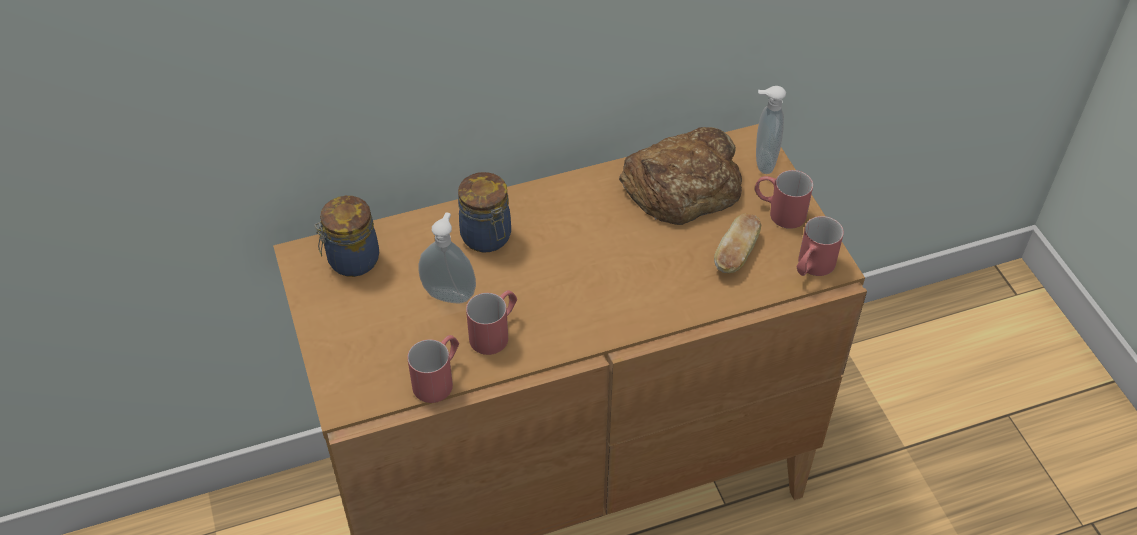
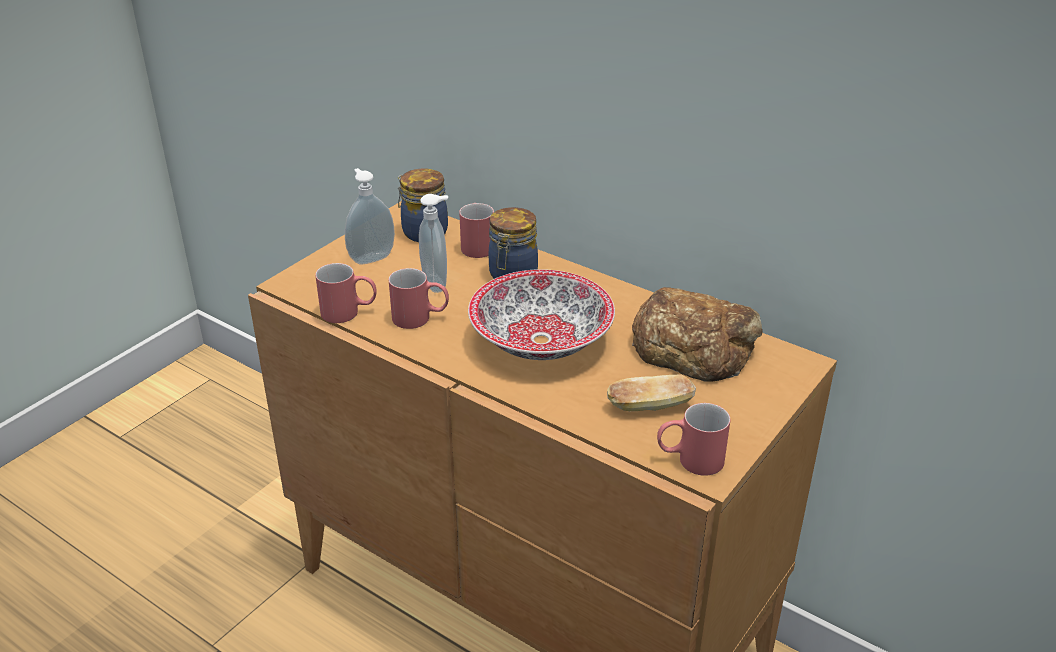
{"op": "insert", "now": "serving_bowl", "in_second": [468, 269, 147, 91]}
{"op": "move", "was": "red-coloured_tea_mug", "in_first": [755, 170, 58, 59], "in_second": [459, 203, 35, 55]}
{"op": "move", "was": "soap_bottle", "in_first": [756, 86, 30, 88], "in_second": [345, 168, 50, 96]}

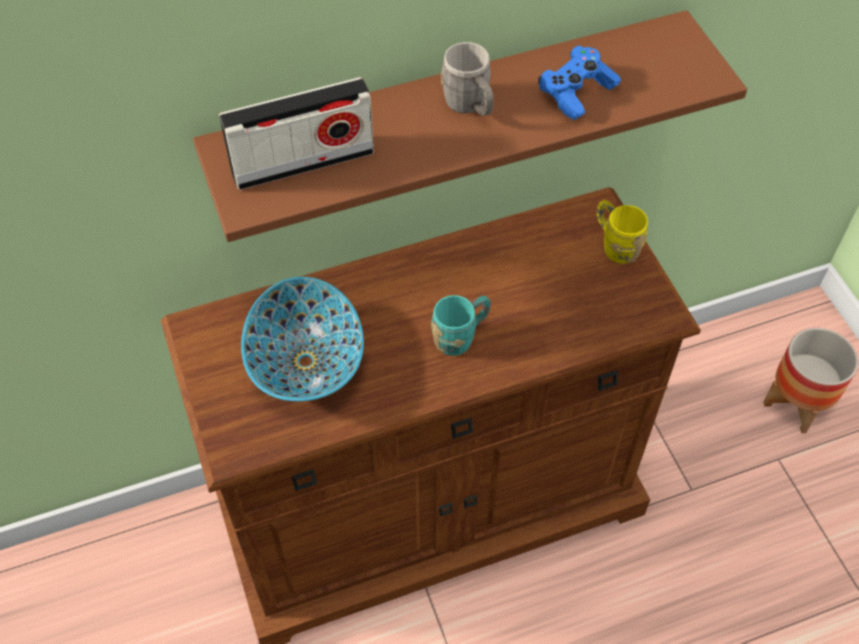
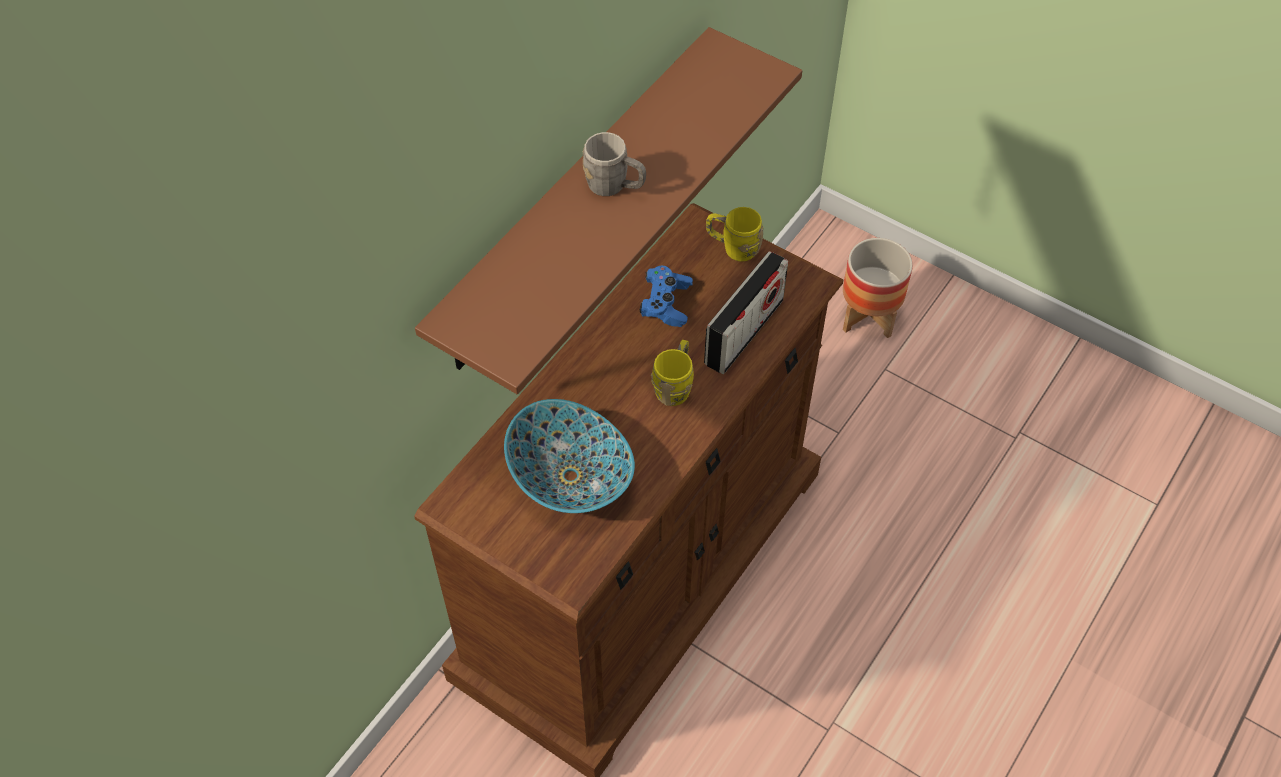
{"op": "move", "was": "radio_set", "in_first": [219, 77, 155, 113], "in_second": [704, 251, 84, 123]}
{"op": "move", "was": "blue-coloured_joypad", "in_first": [538, 46, 83, 74], "in_second": [639, 266, 54, 61]}
{"op": "recolor", "was": "blue-green_tea_mug", "now": "yellowish_tea_mug", "in_first": [431, 295, 60, 61], "in_second": [651, 340, 43, 66]}

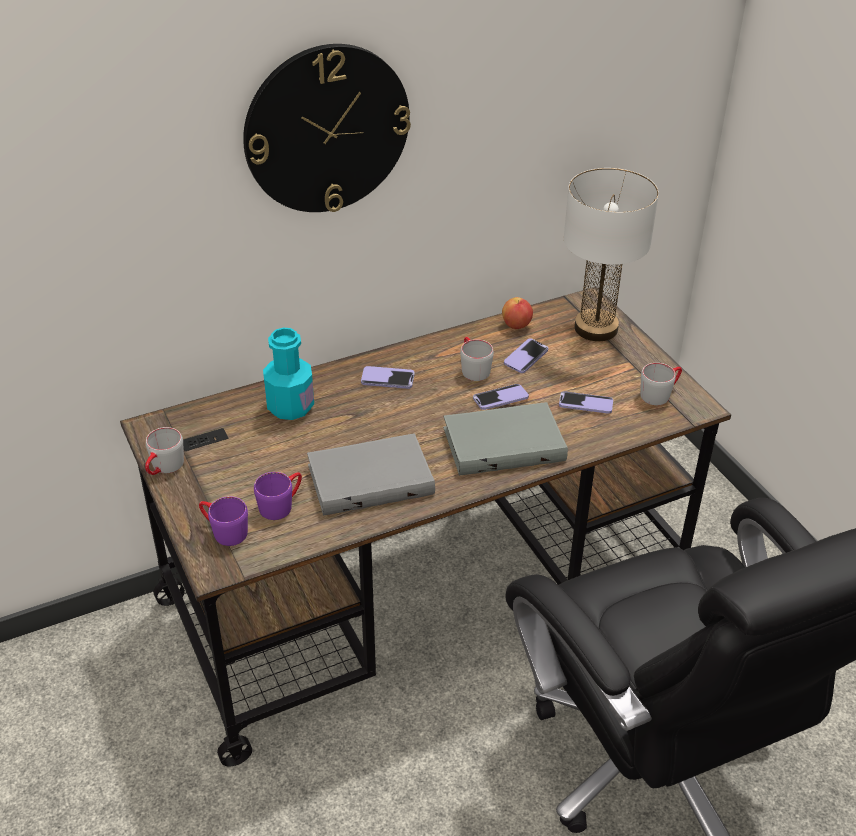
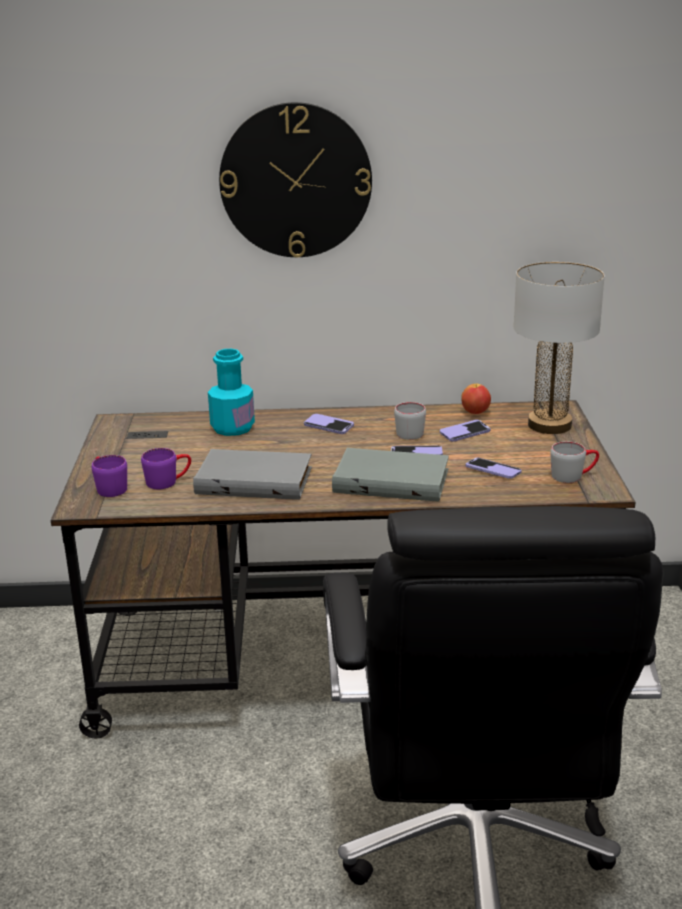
{"op": "delete", "was": "gray_tea_mug", "in_first": [145, 427, 39, 48]}

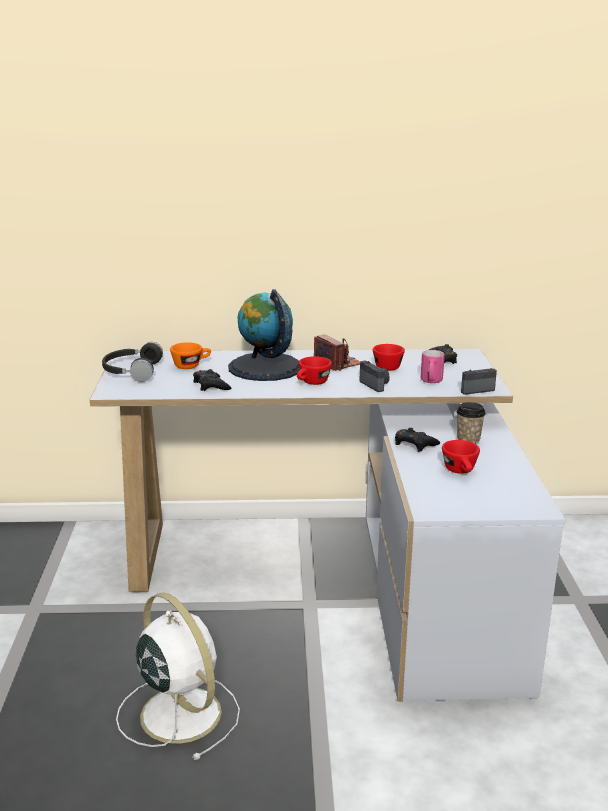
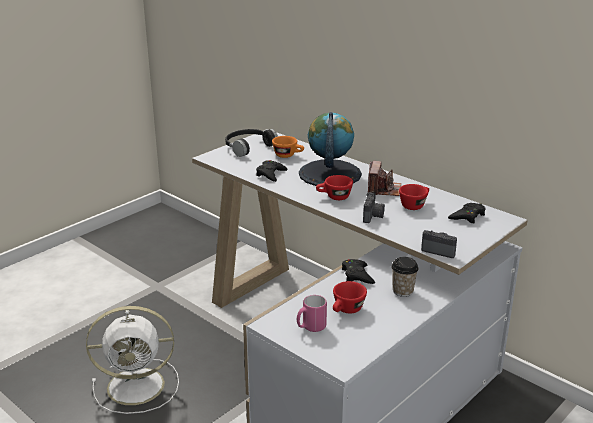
{"op": "move", "was": "pink-coloured_tea_mug", "in_first": [421, 350, 24, 33], "in_second": [297, 295, 30, 37]}
{"op": "rotate", "was": "whitish_fan", "in_first": [116, 593, 124, 167], "in_second": [86, 306, 93, 108], "clockwise": 75}

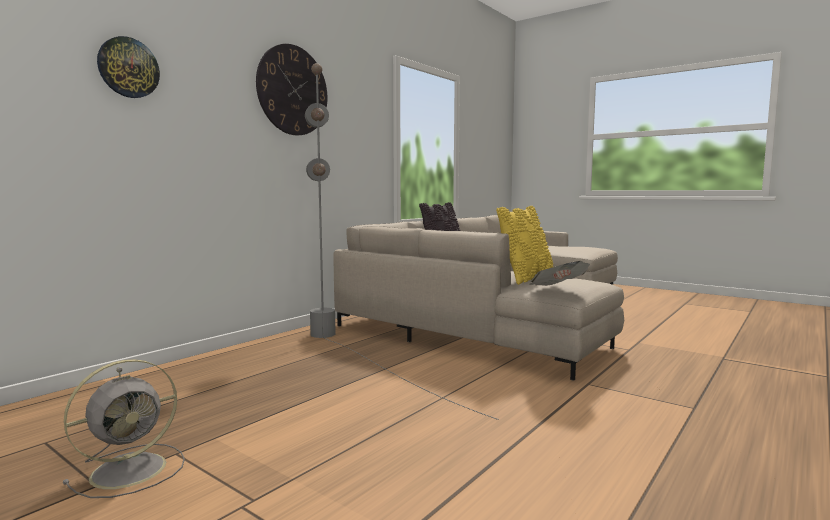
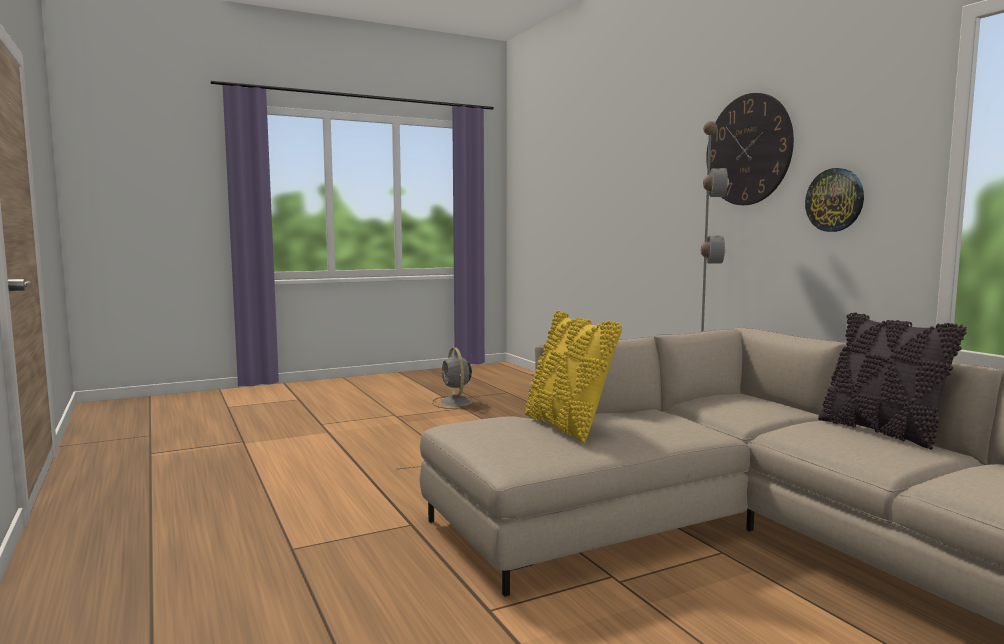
{"op": "delete", "was": "daily_paper", "in_first": [530, 261, 60, 25]}
{"op": "move", "was": "clock_on_the_wall", "in_first": [97, 36, 63, 62], "in_second": [805, 168, 59, 64]}

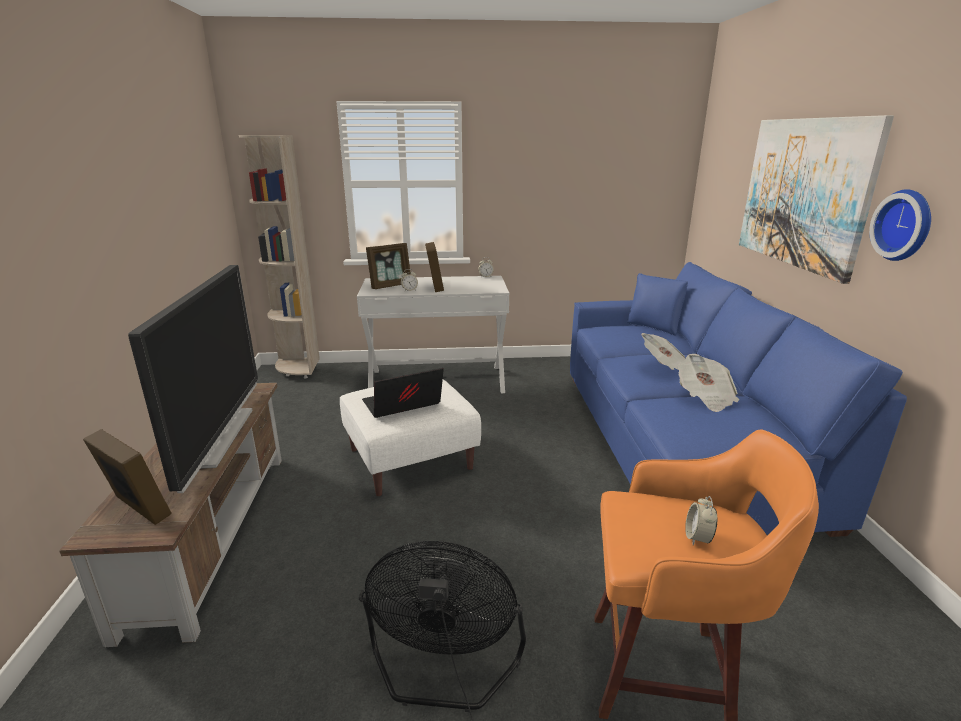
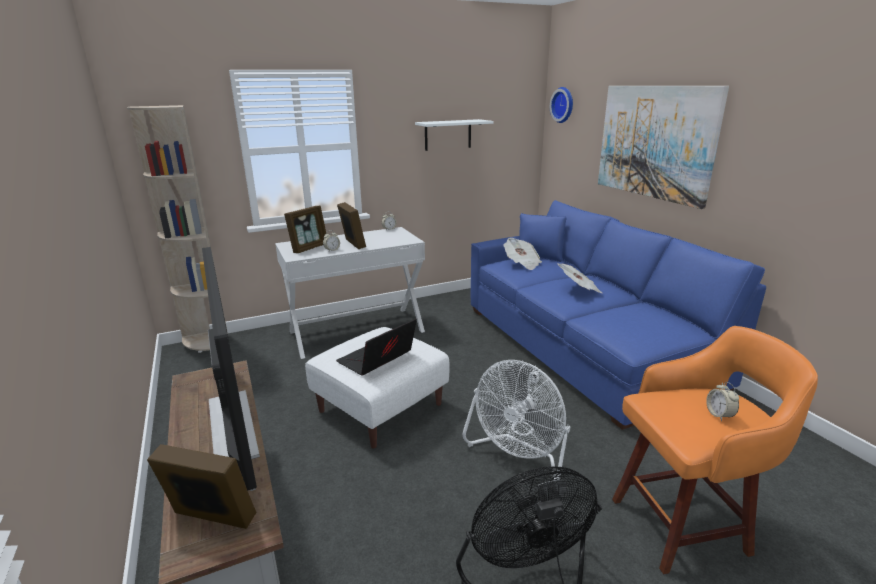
{"op": "insert", "now": "whitish_bracket_shelf", "in_second": [415, 119, 79, 32]}
{"op": "insert", "now": "whitish_fan", "in_second": [463, 360, 108, 120]}
{"op": "move", "was": "daily_paper", "in_first": [678, 354, 61, 58], "in_second": [503, 238, 39, 32]}
{"op": "move", "was": "clock_on_the_wall", "in_first": [869, 189, 62, 72], "in_second": [550, 87, 23, 36]}

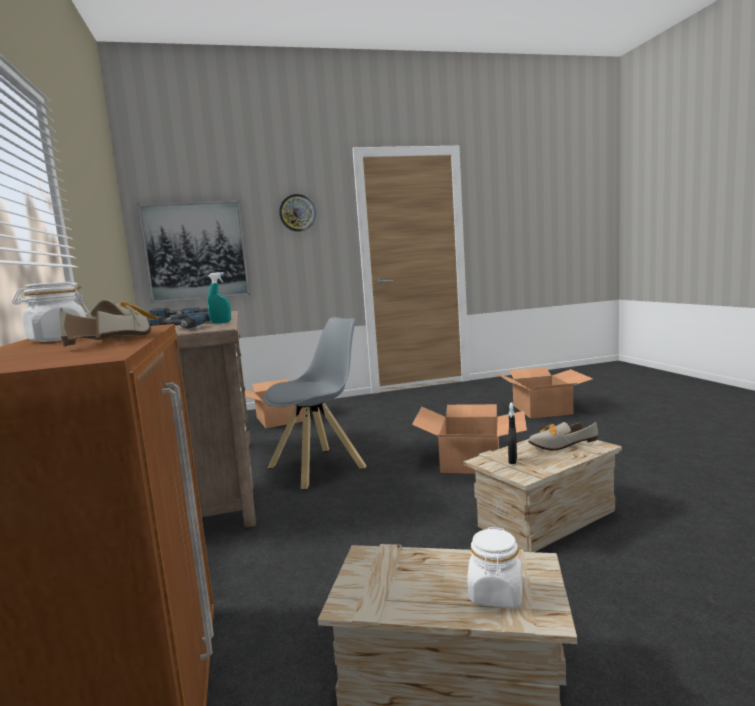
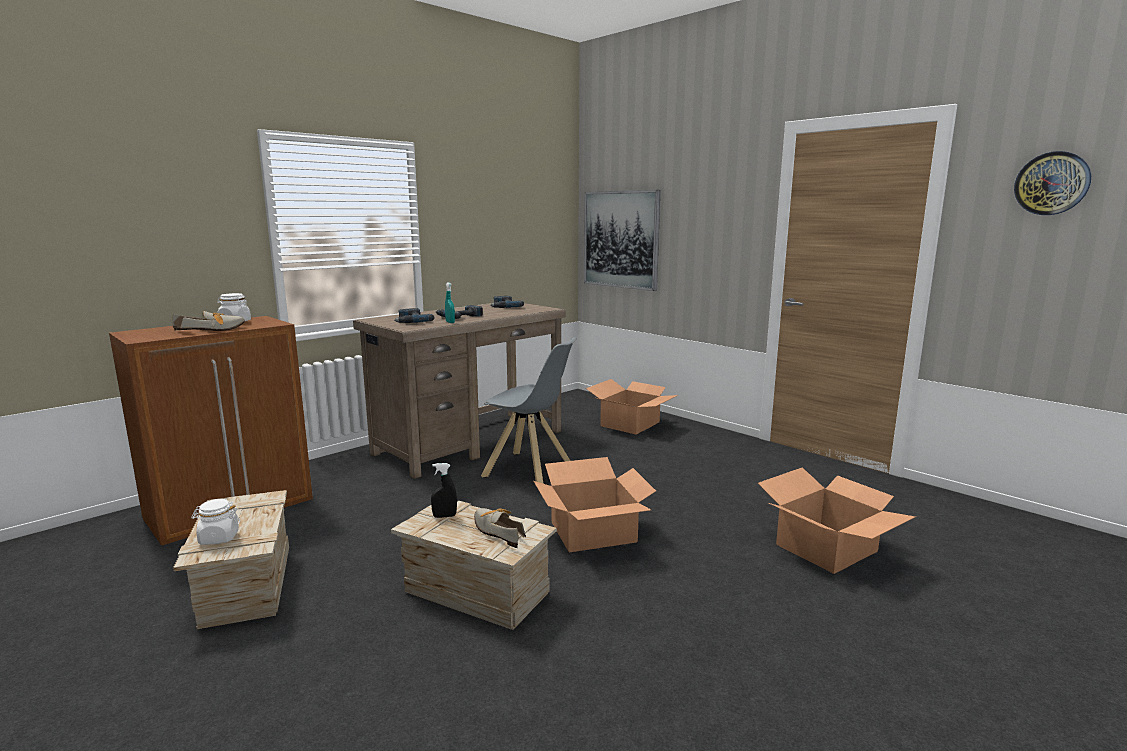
{"op": "move", "was": "clock_on_the_wall", "in_first": [279, 194, 37, 38], "in_second": [1014, 151, 77, 64]}

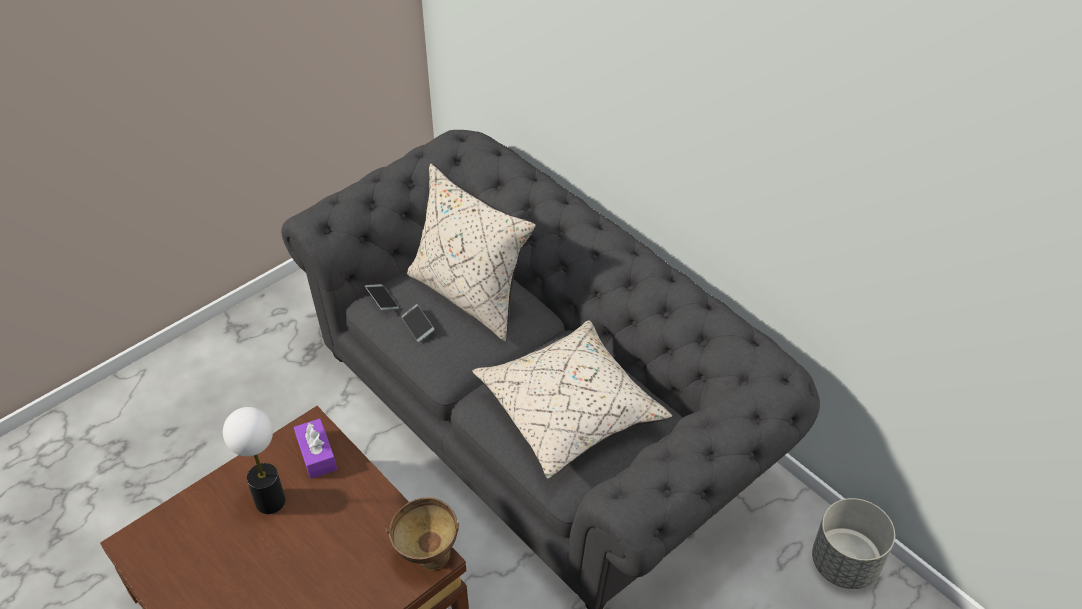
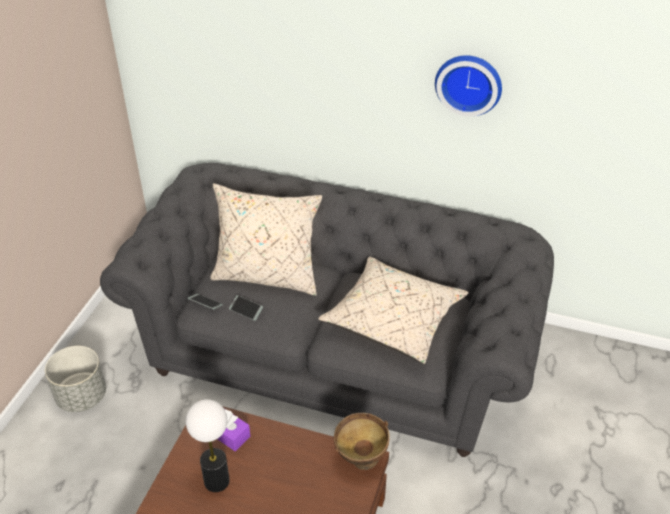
{"op": "insert", "now": "clock_on_the_wall", "in_second": [435, 55, 67, 62]}
{"op": "move", "was": "gray_plant_pot", "in_first": [812, 498, 83, 91], "in_second": [45, 346, 61, 66]}

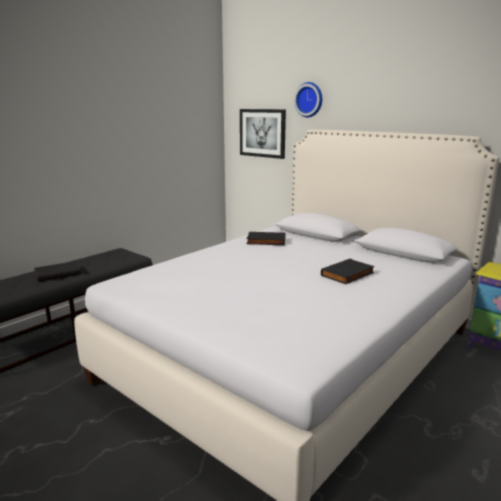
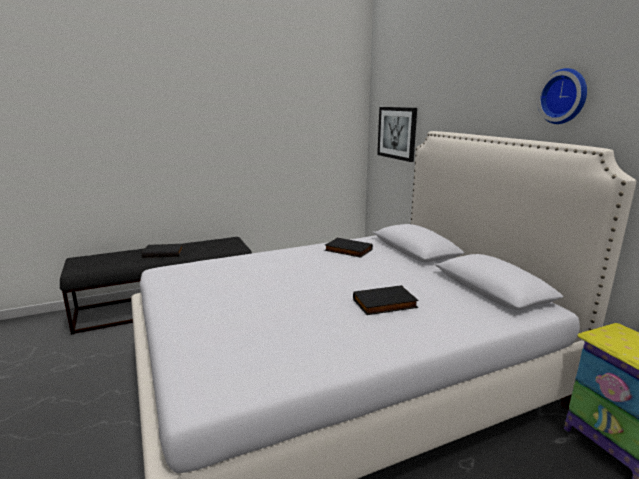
{"op": "move", "was": "clock_on_the_wall", "in_first": [294, 82, 28, 35], "in_second": [537, 68, 50, 56]}

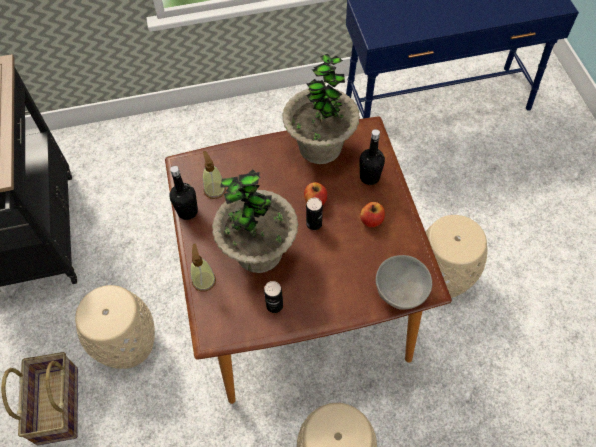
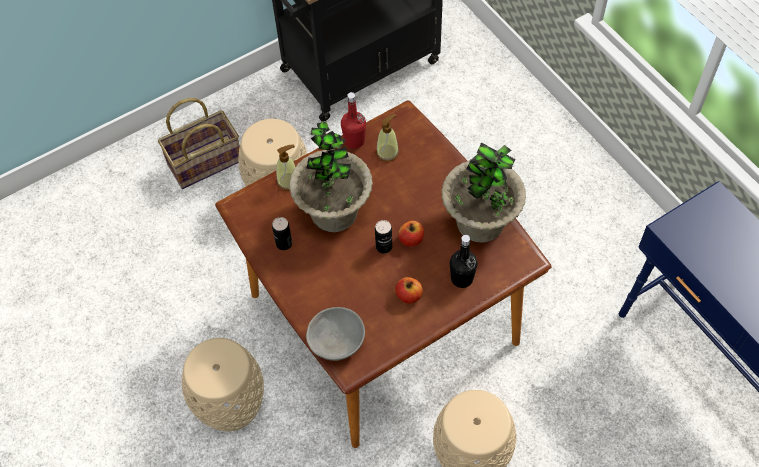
{"op": "recolor", "was": "blackish_bottle", "now": "red-coloured_bottle", "in_first": [169, 166, 29, 54], "in_second": [341, 92, 25, 57]}

